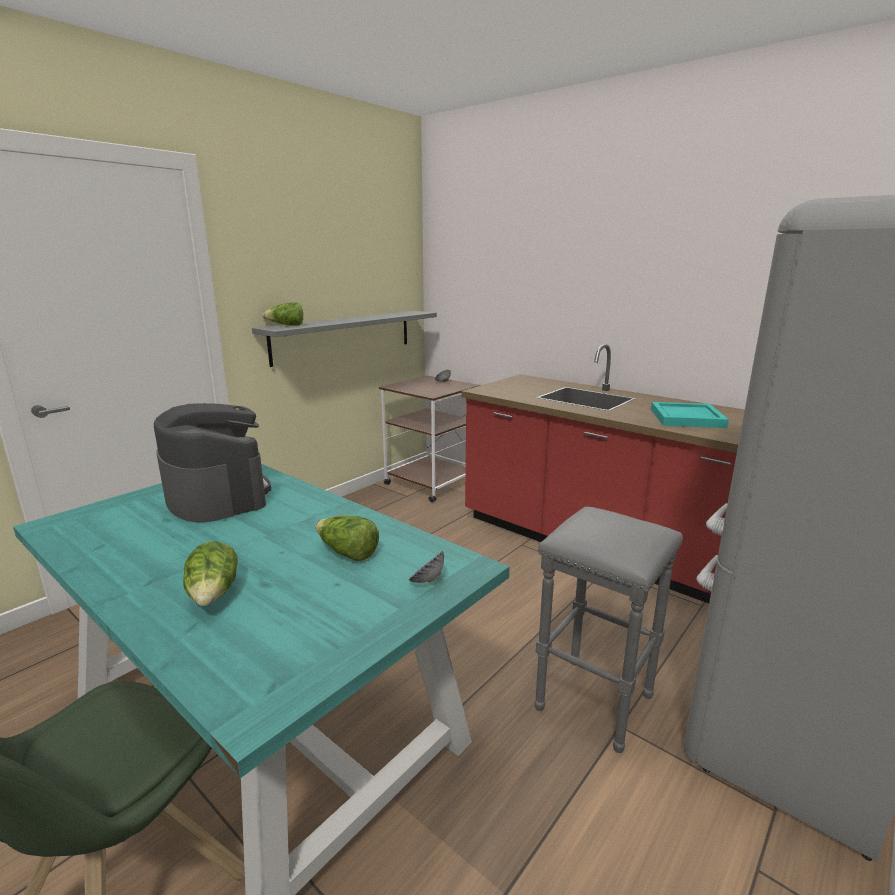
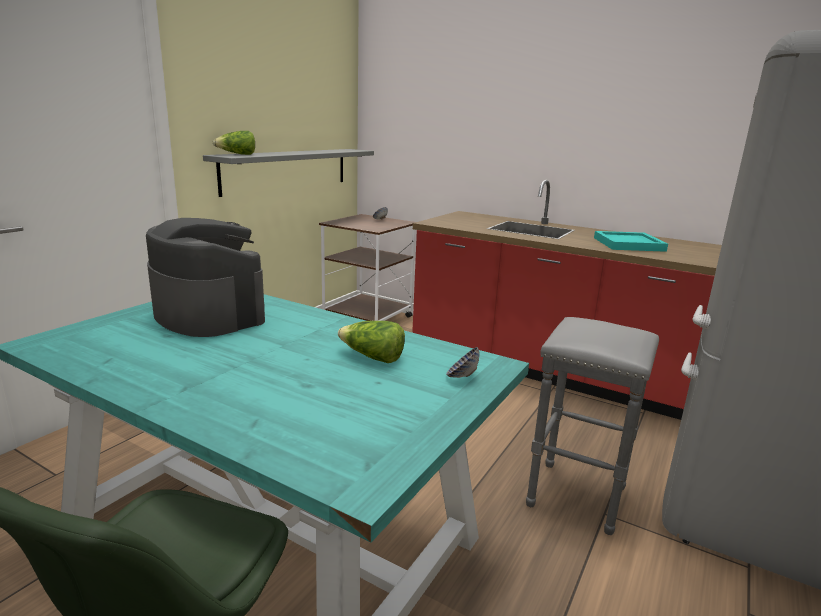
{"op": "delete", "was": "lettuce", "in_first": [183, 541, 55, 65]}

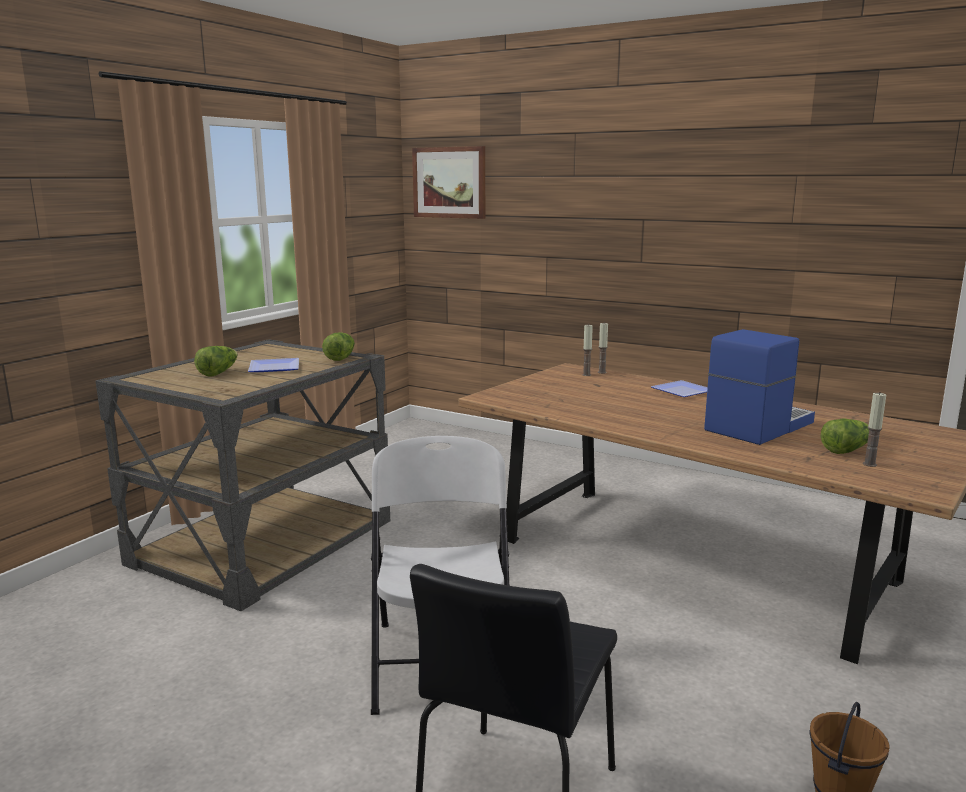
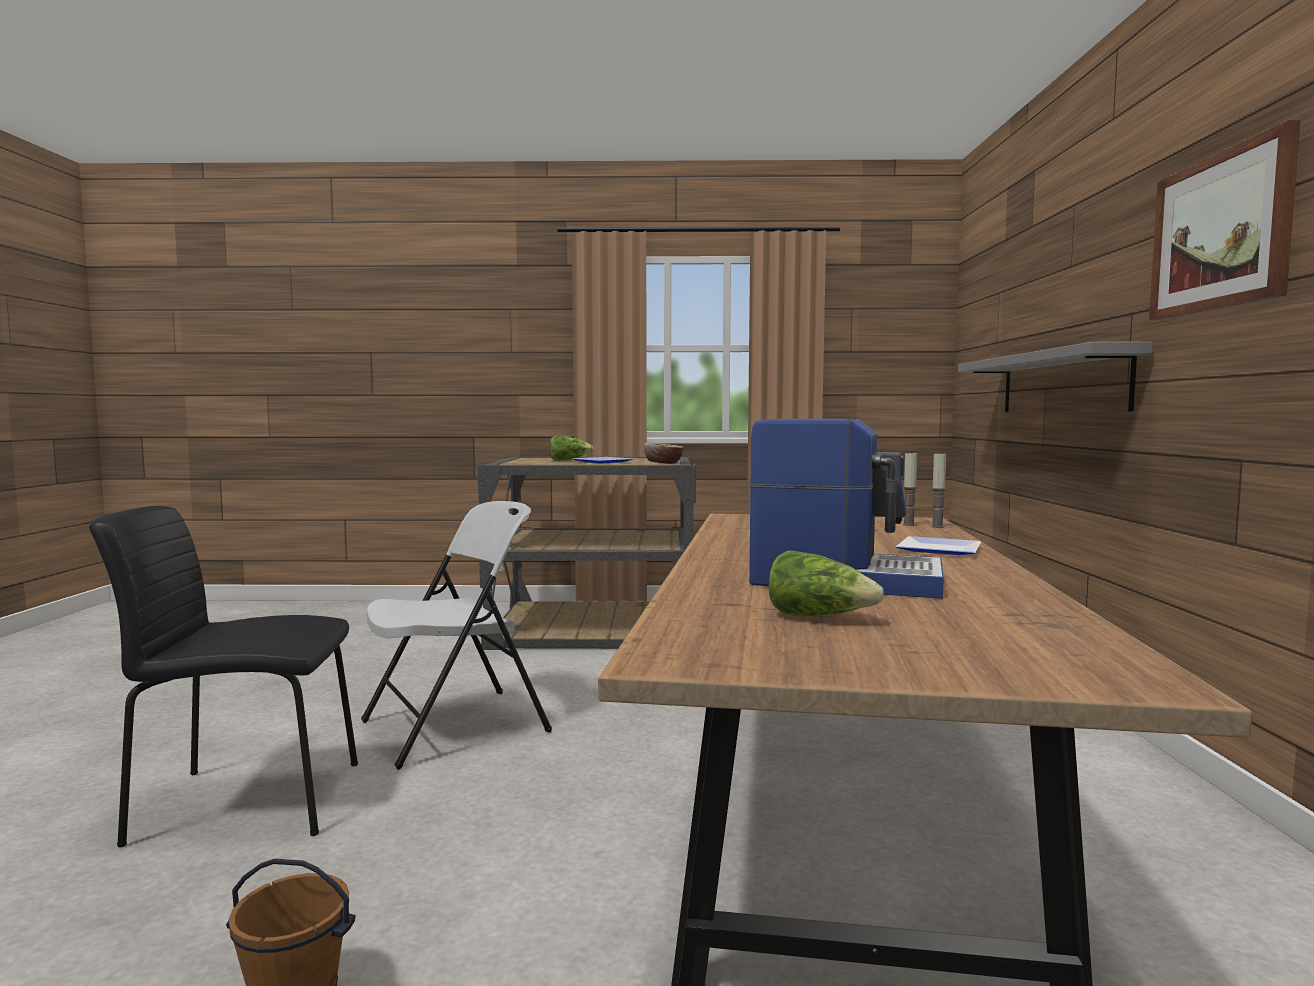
{"op": "delete", "was": "candle", "in_first": [863, 393, 23, 74]}
{"op": "insert", "now": "gray_bracket_shelf", "in_second": [958, 342, 195, 70]}
{"op": "move", "was": "picture", "in_first": [412, 146, 73, 73], "in_second": [1149, 120, 152, 200]}
{"op": "replace", "was": "lettuce", "now": "serving_bowl", "in_first": [322, 332, 33, 29], "in_second": [644, 443, 40, 21]}

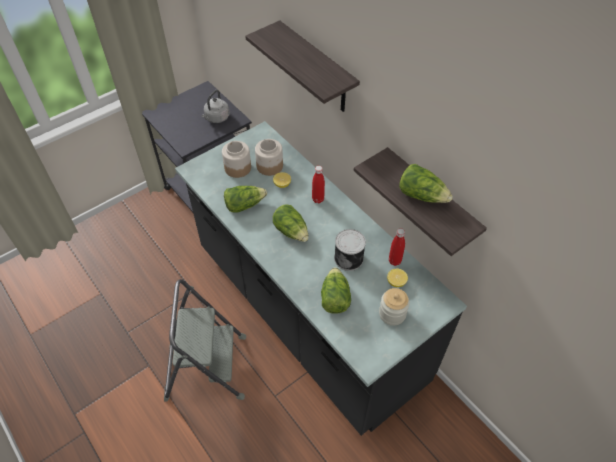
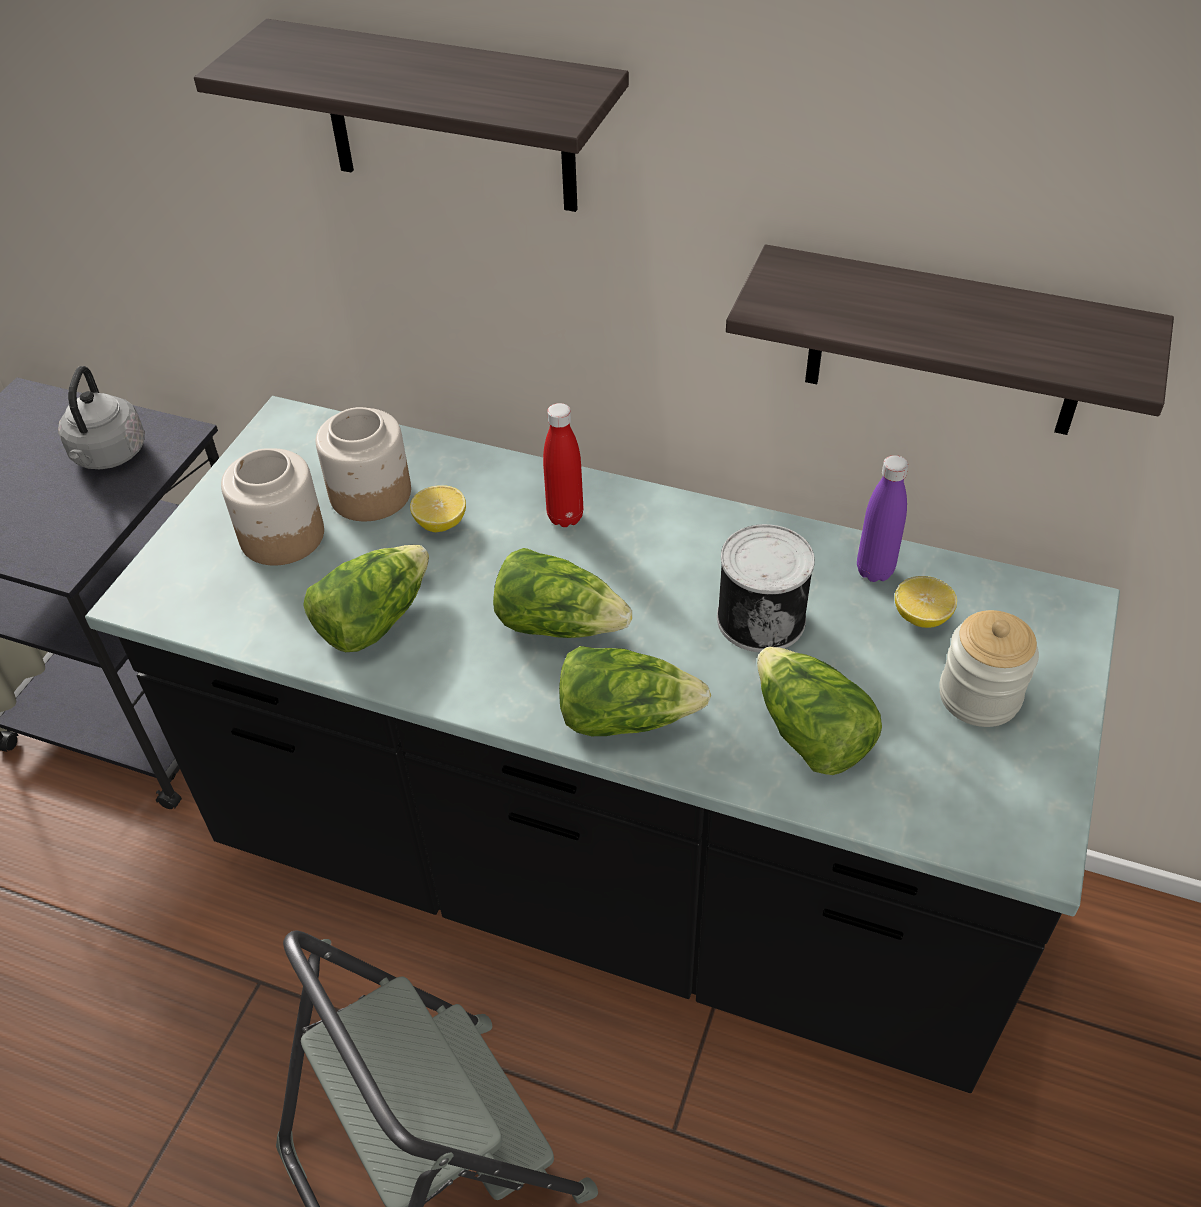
{"op": "move", "was": "lettuce", "in_first": [399, 164, 54, 39], "in_second": [559, 646, 152, 90]}
{"op": "recolor", "was": "red-coloured_bottle", "now": "purple_bottle", "in_first": [389, 228, 16, 38], "in_second": [857, 455, 51, 127]}

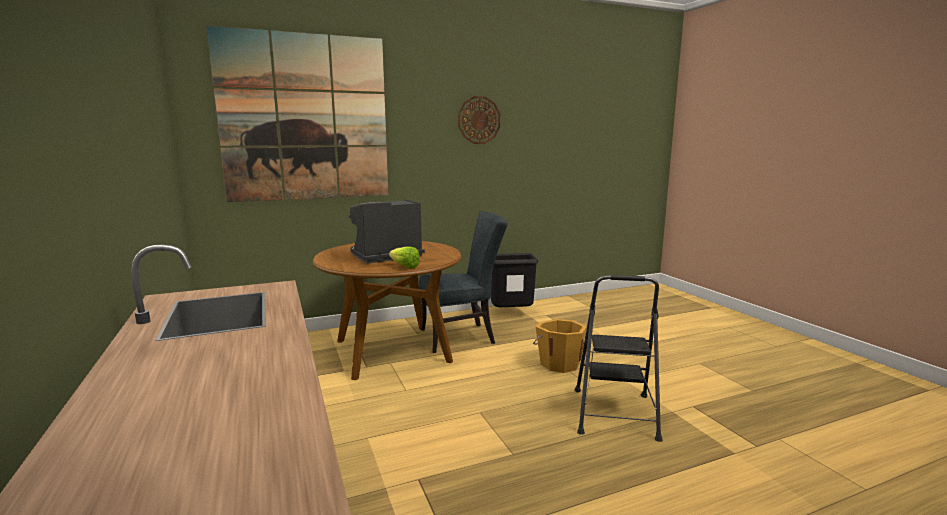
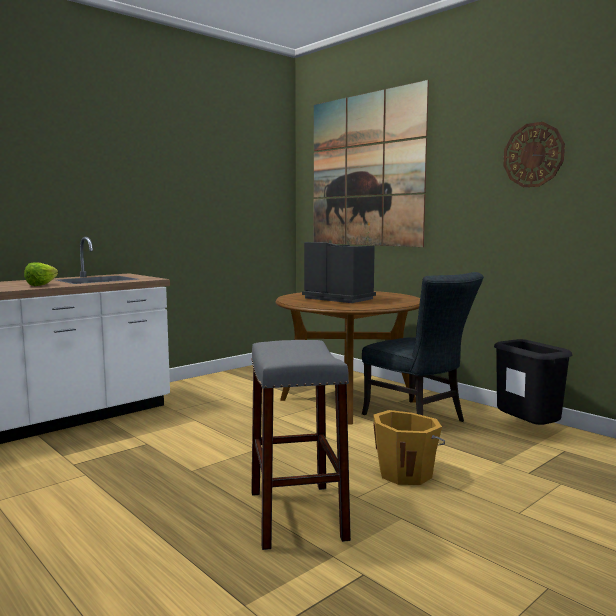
{"op": "move", "was": "lettuce", "in_first": [389, 247, 31, 22], "in_second": [24, 262, 34, 24]}
{"op": "replace", "was": "blackish_stepladder", "now": "gray_sitting_stool", "in_first": [575, 275, 88, 167], "in_second": [251, 340, 100, 210]}

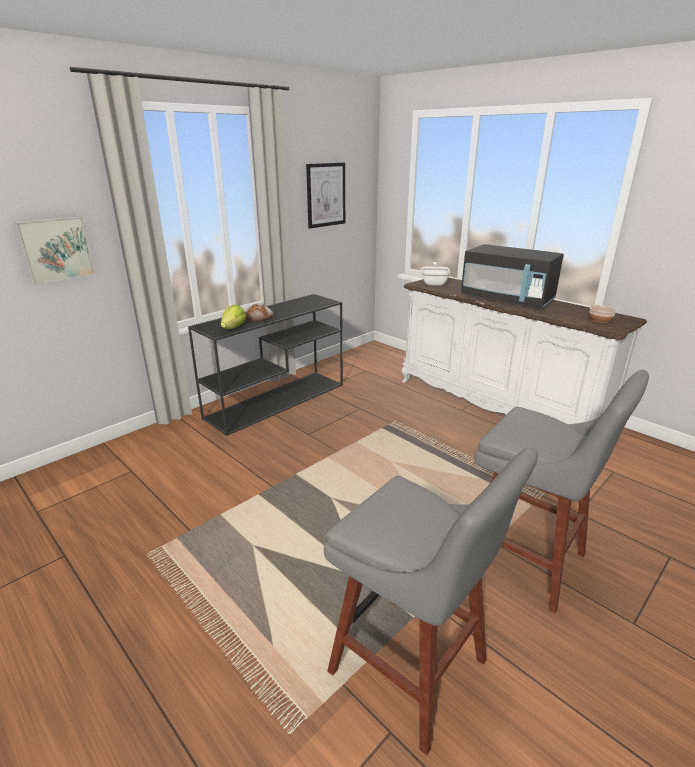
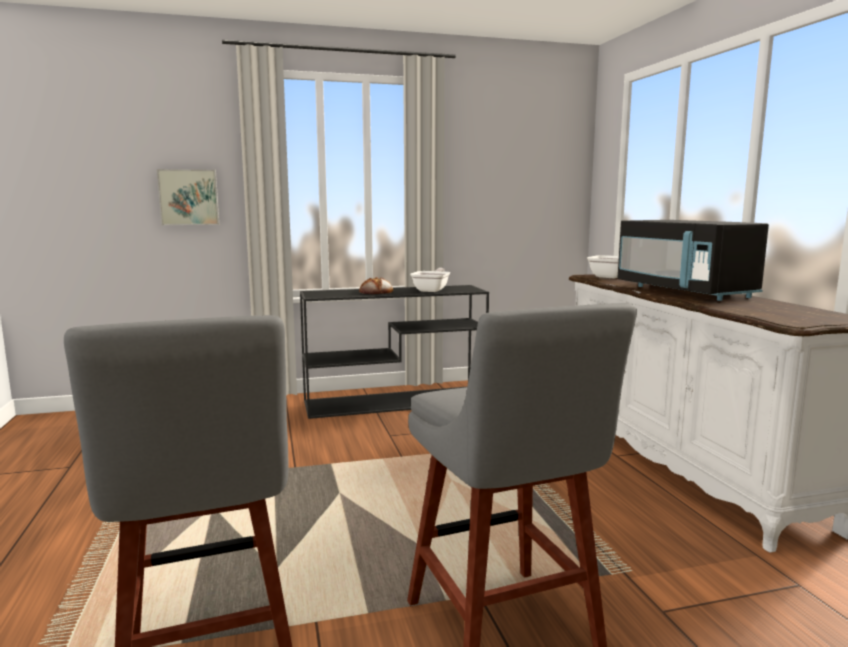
{"op": "delete", "was": "lettuce", "in_first": [221, 305, 25, 24]}
{"op": "delete", "was": "picture", "in_first": [306, 163, 39, 65]}
{"op": "delete", "was": "serving_bowl", "in_first": [589, 305, 28, 18]}
{"op": "insert", "now": "frying_pan", "in_second": [410, 268, 40, 24]}

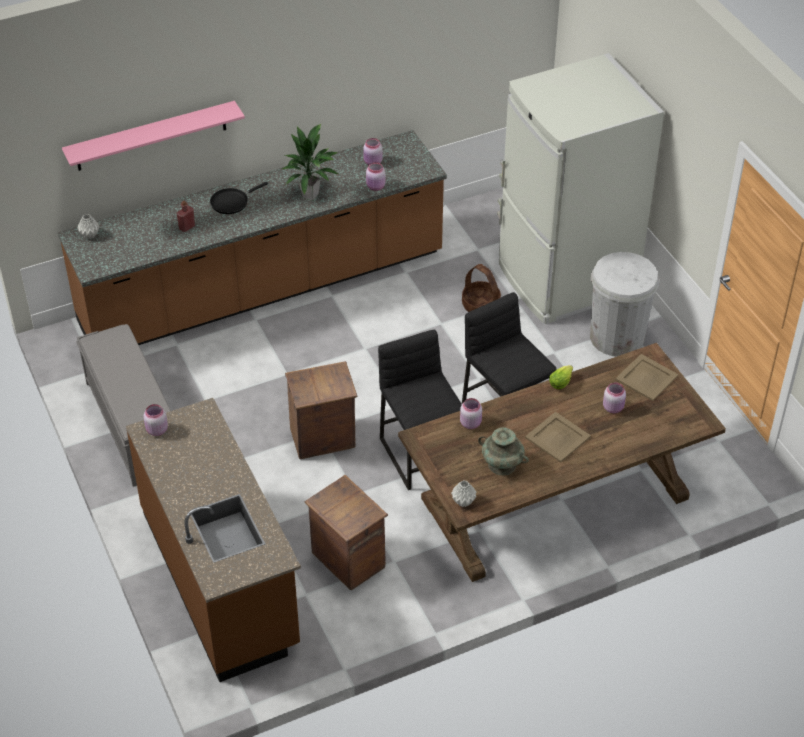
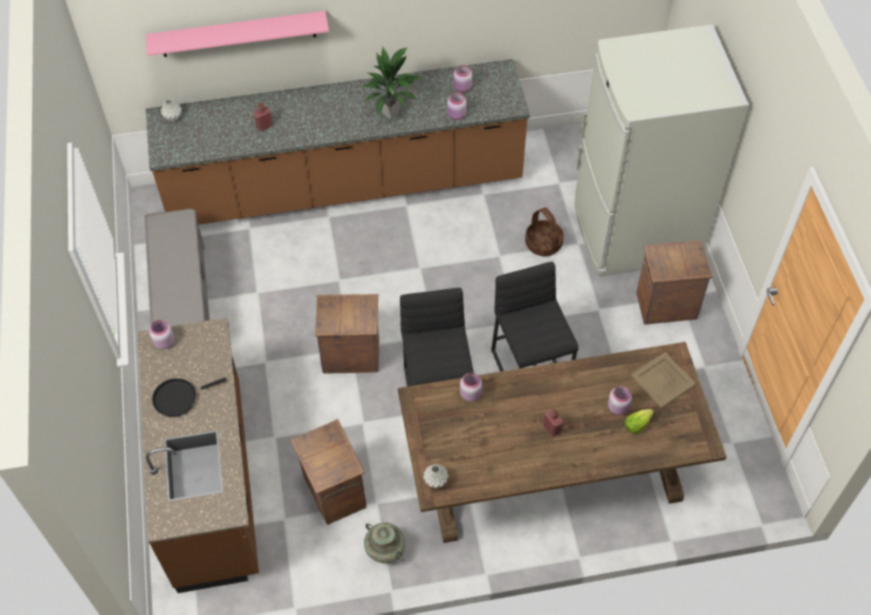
{"op": "move", "was": "blackish_frying_pan", "in_first": [210, 182, 58, 32], "in_second": [152, 377, 75, 40]}
{"op": "move", "was": "blue-green_decorative_vase", "in_first": [478, 427, 51, 48], "in_second": [364, 523, 41, 41]}
{"op": "move", "was": "lettuce", "in_first": [549, 365, 24, 24], "in_second": [625, 409, 29, 25]}
{"op": "replace", "was": "beige_tray", "now": "red-coloured_bottle", "in_first": [525, 412, 66, 50], "in_second": [544, 408, 19, 28]}
{"op": "replace", "was": "whitish_rubbish_bin", "now": "shipping_crate", "in_first": [590, 252, 69, 105], "in_second": [637, 240, 76, 84]}

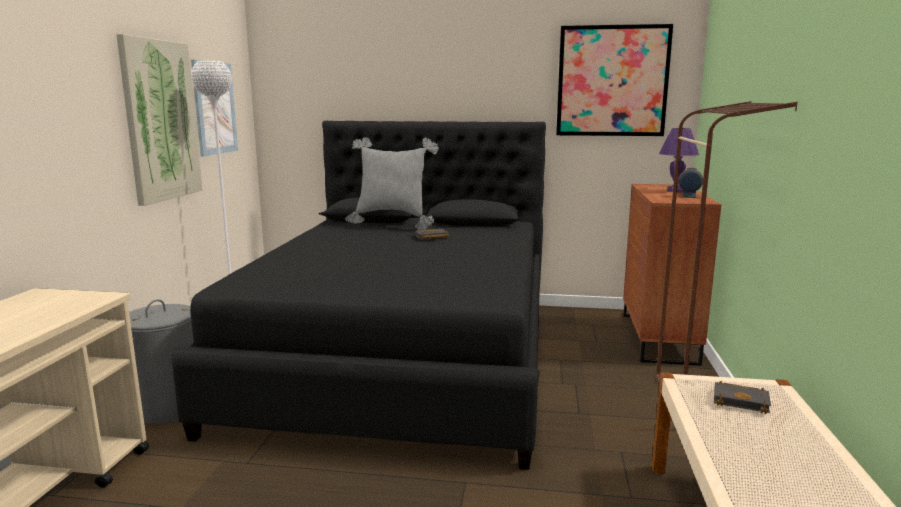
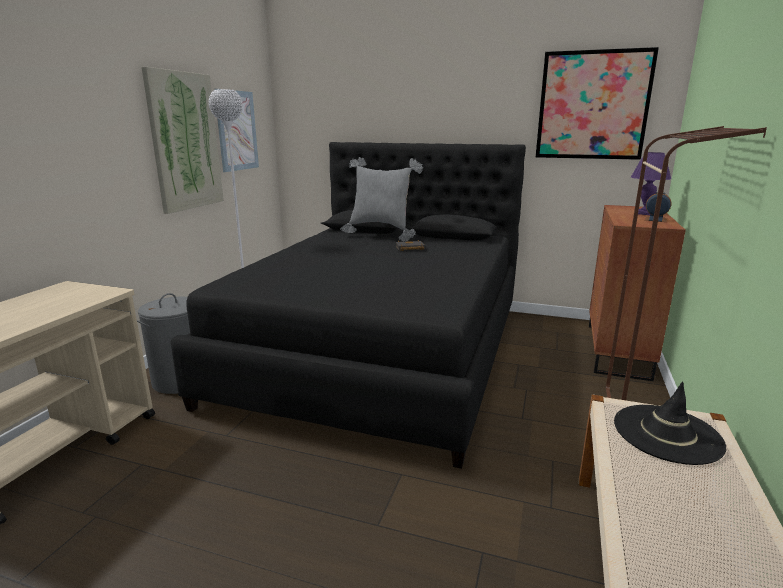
{"op": "replace", "was": "blackish_book", "now": "blackish_wearable_hat", "in_first": [714, 381, 57, 33], "in_second": [614, 381, 112, 84]}

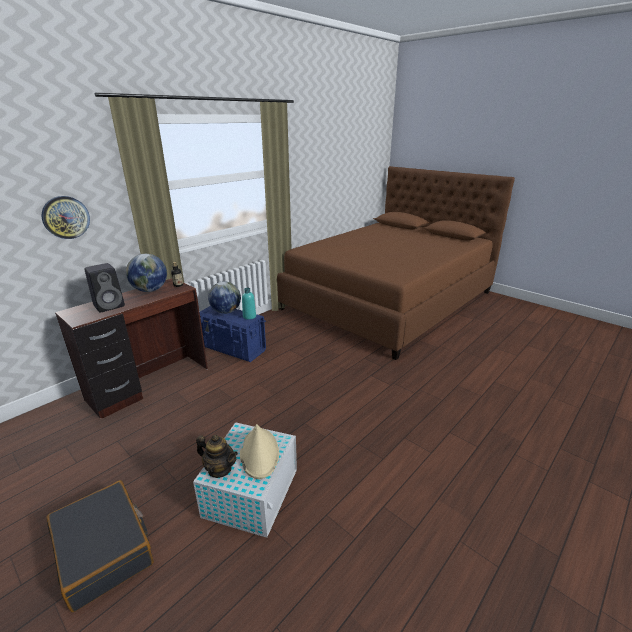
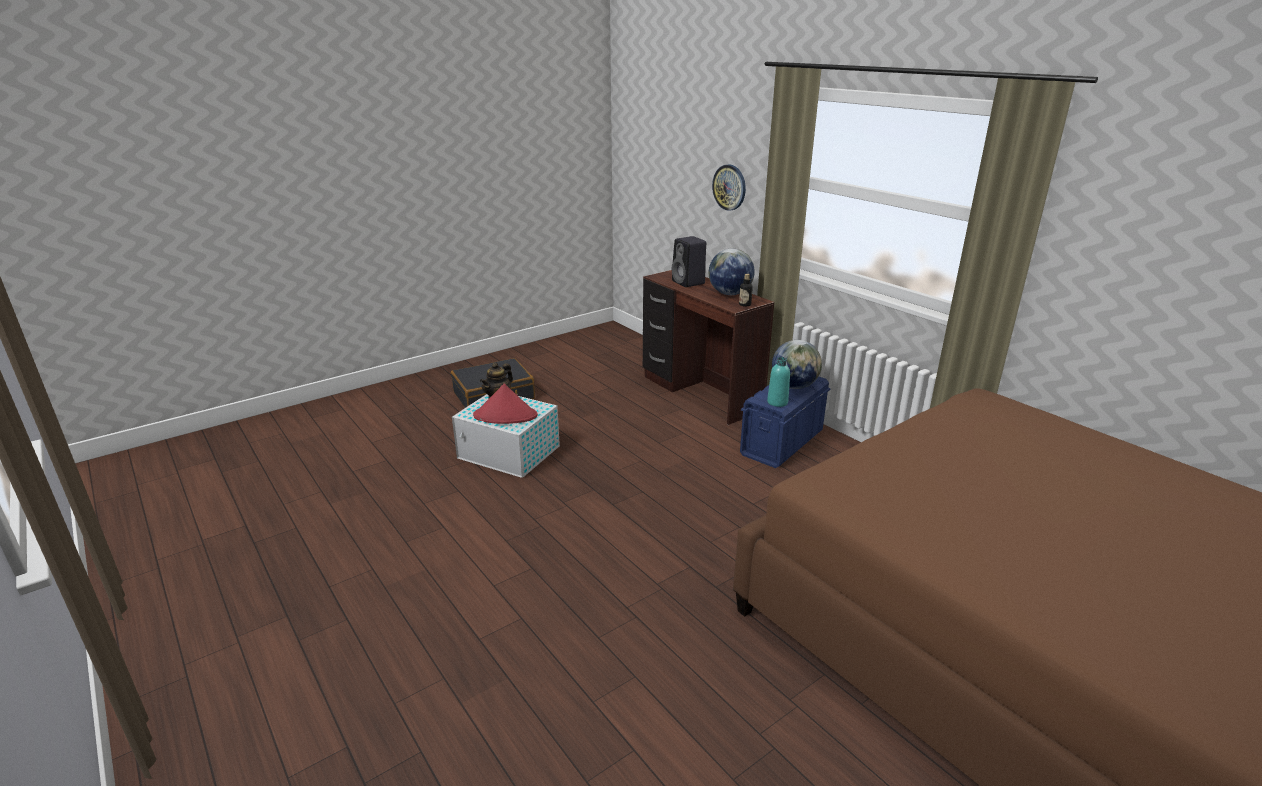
{"op": "recolor", "was": "beige_wearable_hat", "now": "red-coloured_wearable_hat", "in_first": [240, 424, 39, 55], "in_second": [473, 384, 65, 40]}

